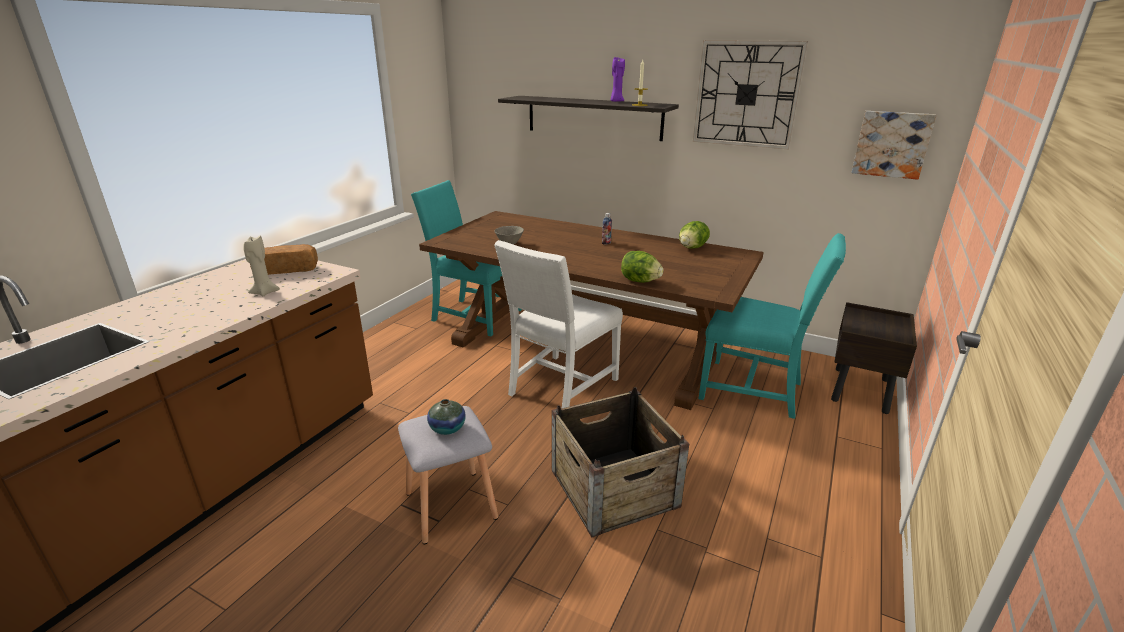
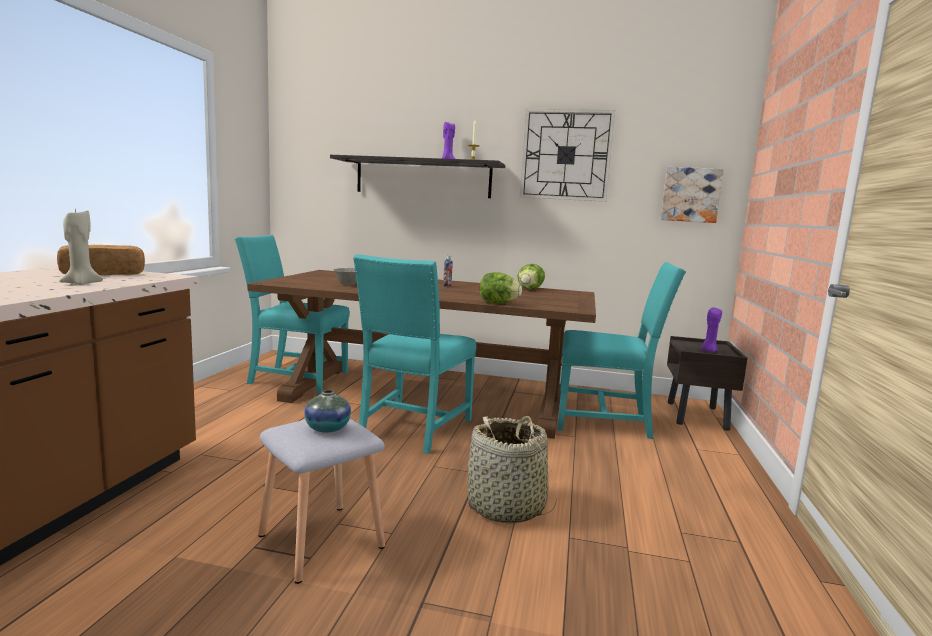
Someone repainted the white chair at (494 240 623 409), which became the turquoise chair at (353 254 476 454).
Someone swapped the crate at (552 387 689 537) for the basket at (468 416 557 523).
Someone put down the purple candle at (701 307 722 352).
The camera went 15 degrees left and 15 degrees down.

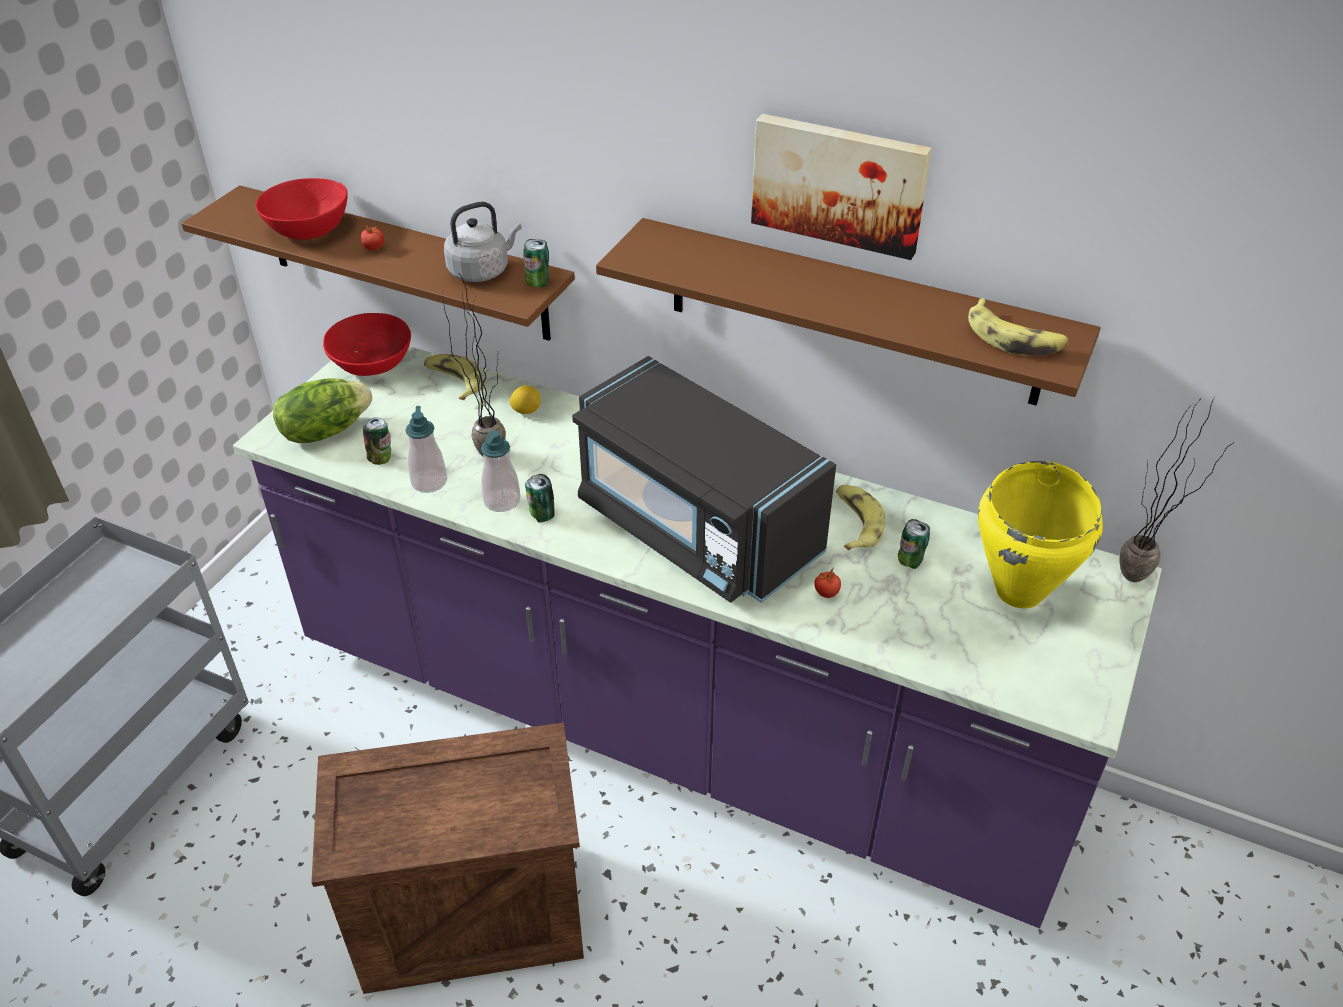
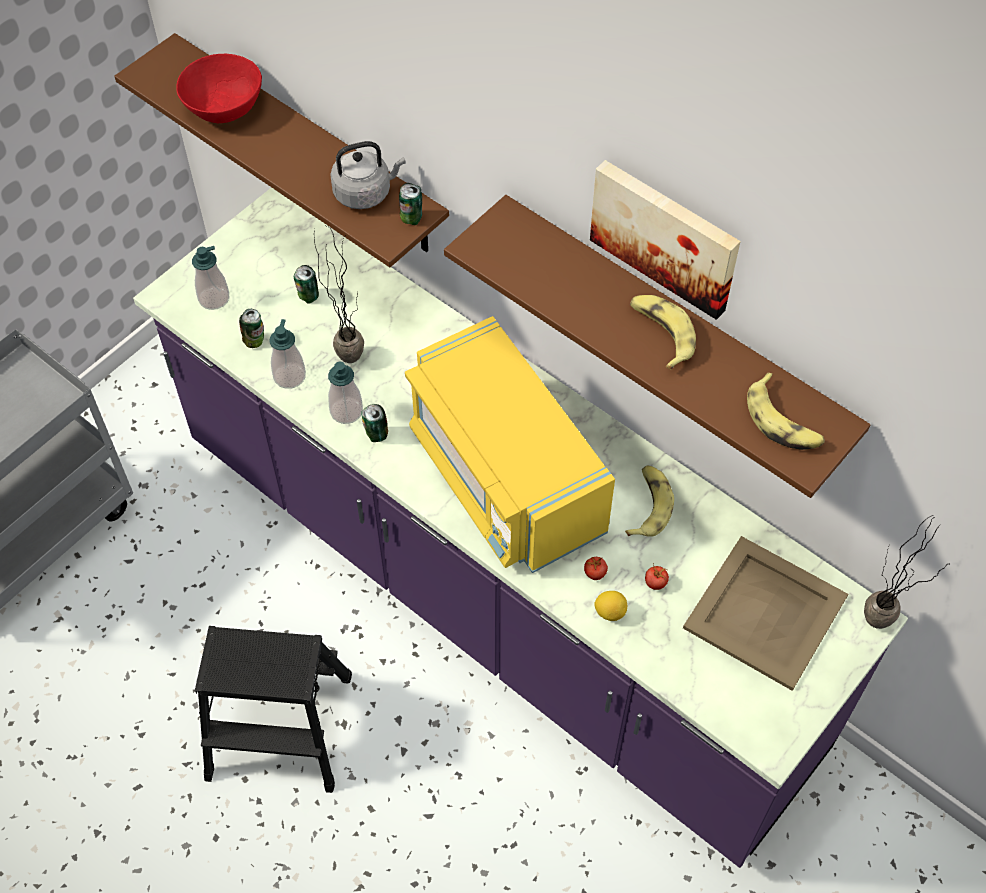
Someone swapped the lettuce at (273 378 373 443) for the soap dispenser at (192 246 229 310).
Someone swapped the crate at (311 723 584 994) for the black step ladder at (195 626 352 793).
Someone carried the can from (898 519 930 569) to (294 265 319 304).
Someone repainted the black microwave at (572 356 836 603), which became the yellow microwave at (405 316 615 573).
Someone carried the lemon from (510 385 540 414) to (594 591 627 621).
Someone carried the banana from (424 354 483 400) to (630 295 696 370).
Someone carried the tomato from (361 223 384 251) to (645 563 669 590).
Someone swapped the yellow cooking pot at (978 461 1103 609) for the beige tray at (683 536 848 691).
Someone took away the red bowl at (323 313 411 376).
The camera went 15 degrees right and 15 degrees up.

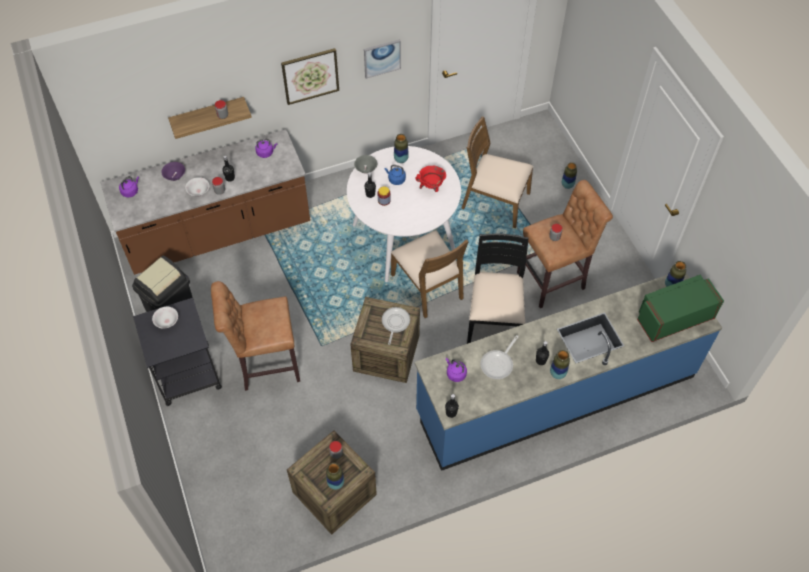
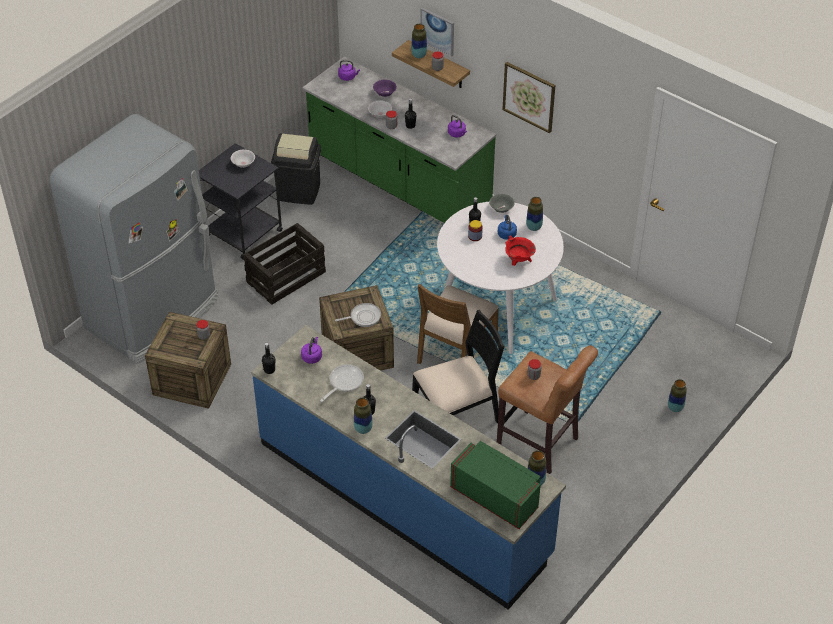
Someone put down the grey fridge at (50 114 218 364).
Someone swapped the brown stool at (211 281 300 391) for the crate at (243 223 326 305).
Someone repainted the brown counter at (100 129 310 275), which became the green counter at (302 57 496 223).
Someone rotated the frying pan at (480 335 519 379) by 120 degrees clockwise.
Someone carried the vase from (326 463 344 490) to (411 24 427 58).
Someone carried the picture from (364 39 401 79) to (420 7 454 57).
Someone took away the brown chair at (461 116 533 228).
The camera went 60 degrees right and 10 degrees down.

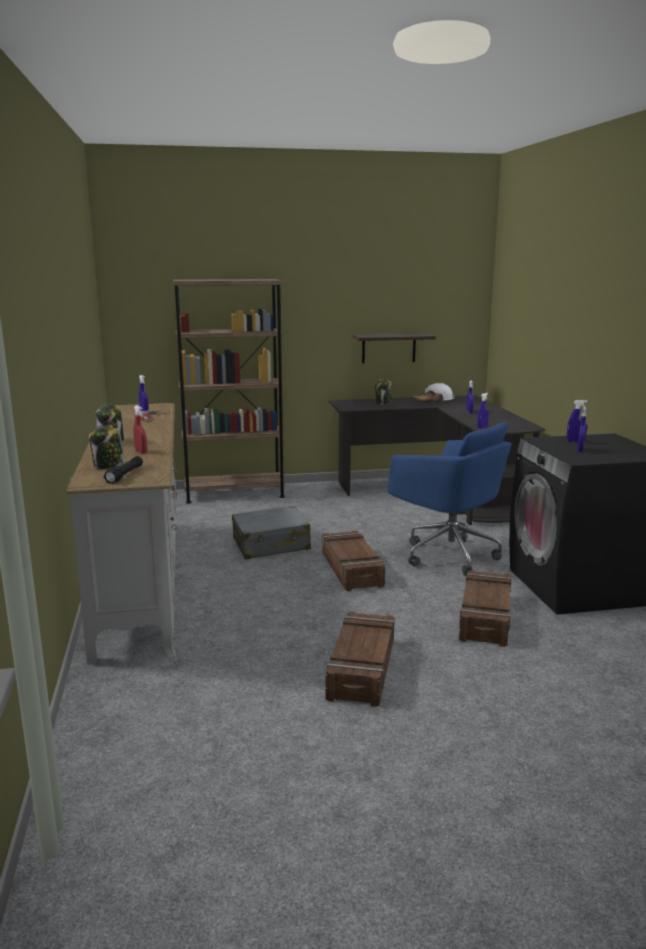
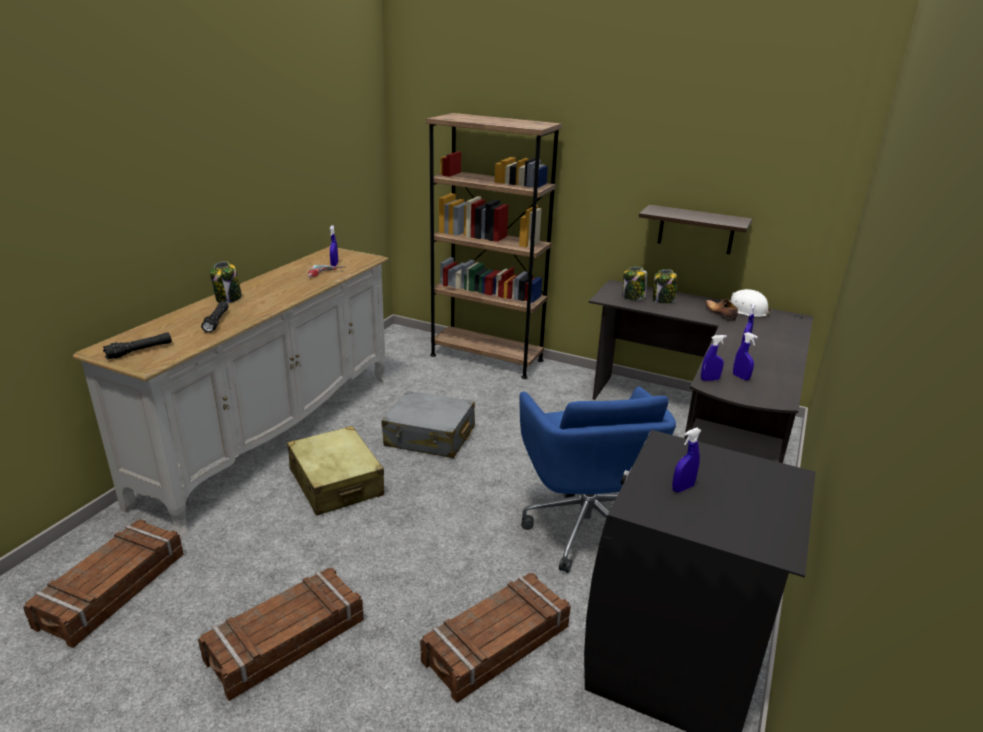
Someone carried the crate from (322 531 385 591) to (23 519 184 648).
Someone swapped the red spray bottle at (133 405 147 453) for the black flashlight at (201 301 228 332).
Someone put down the beige suitcase at (287 426 384 516).
Someone carried the jar from (89 425 125 469) to (623 266 647 300).
Someone carried the blue spray bottle from (567 400 587 442) to (733 332 758 381).
The camera went 35 degrees right and 10 degrees up.

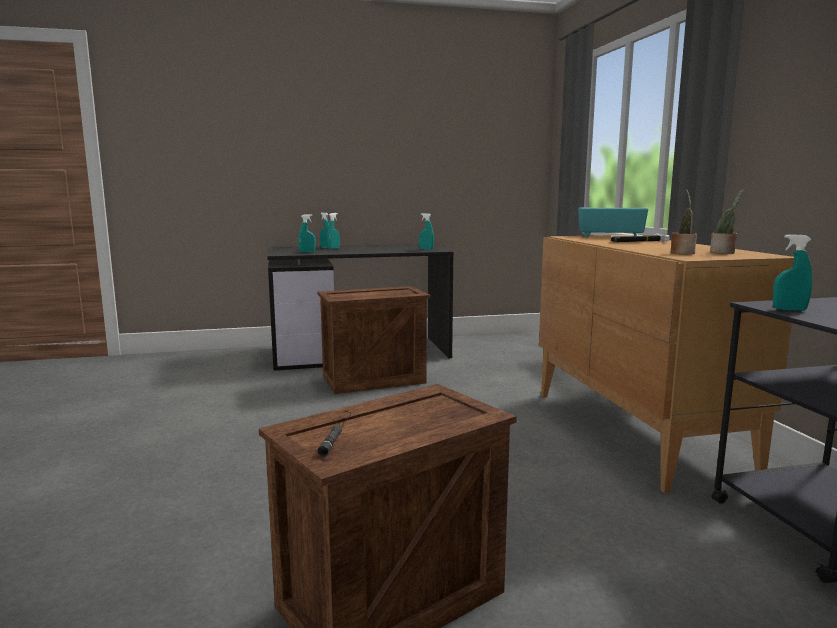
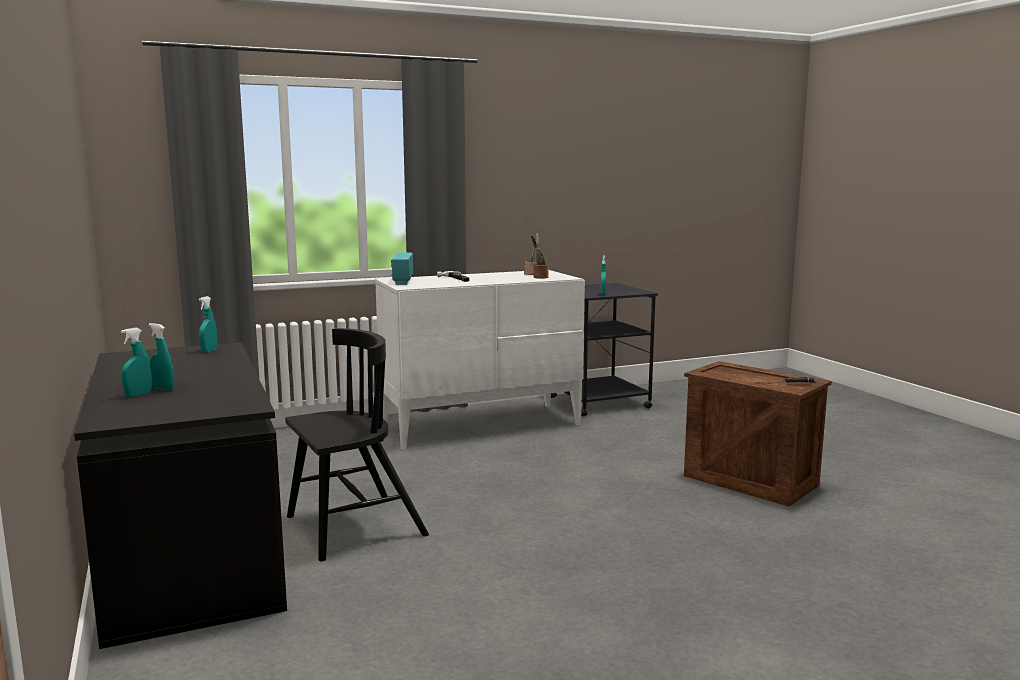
Someone swapped the crate at (318 286 431 394) for the black chair at (285 328 429 561).
Someone repainted the brown cabinet at (539 235 794 494), which became the white cabinet at (375 270 585 450).
Someone took away the turquoise spray bottle at (299 214 316 253).
The camera went 100 degrees left and 0 degrees up.

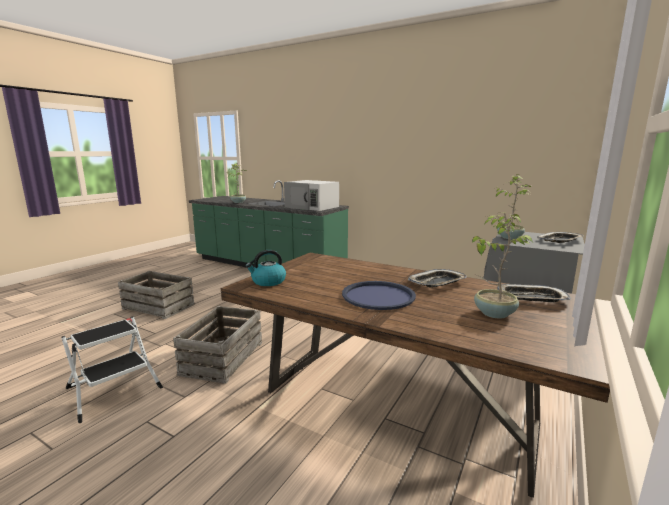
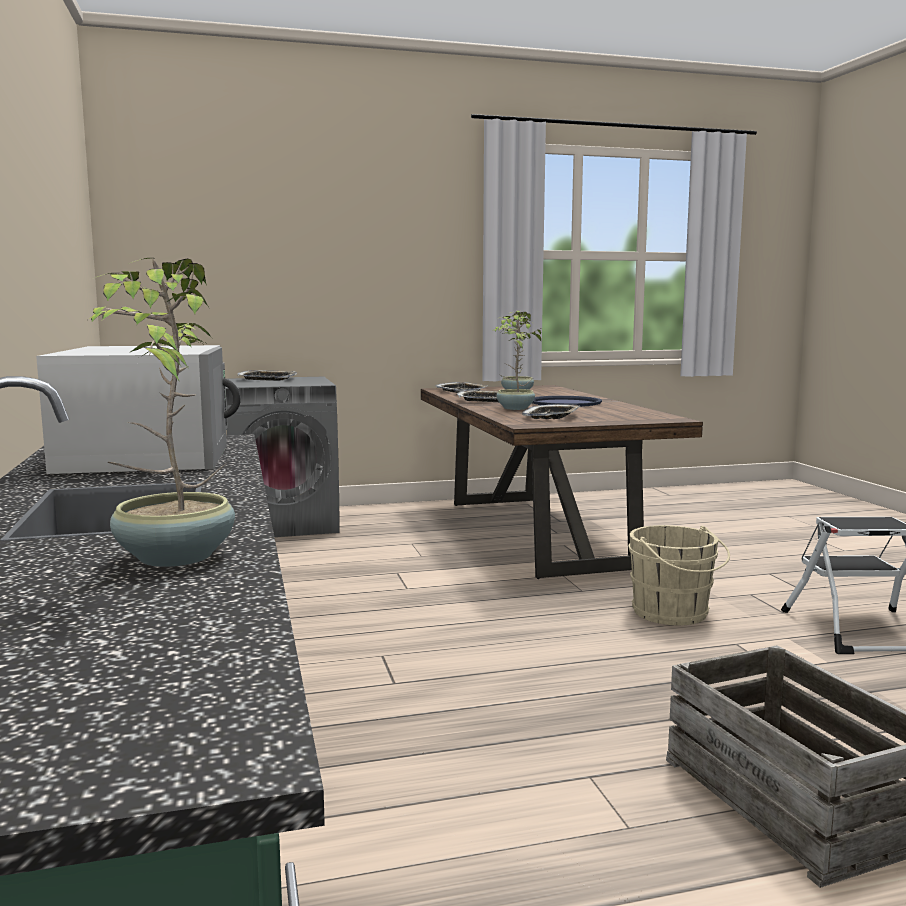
Someone carried the potted plant from (495 174 531 240) to (494 312 535 410).
Someone put down the tray at (522 404 581 419).
Someone swapped the crate at (173 306 262 384) for the beige bucket at (628 525 730 625).
Someone took away the kettle at (245 250 286 286).
The camera went 135 degrees left and 5 degrees down.

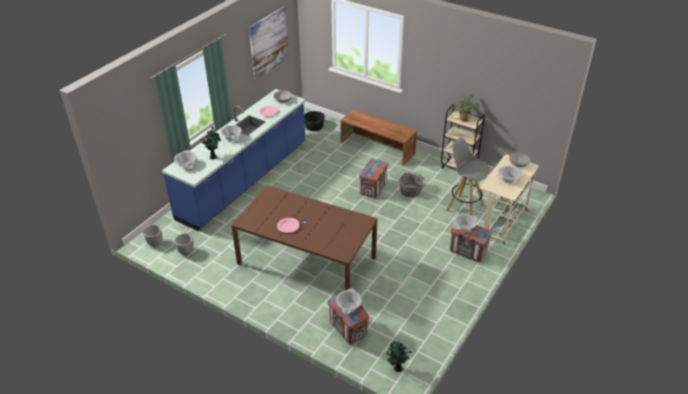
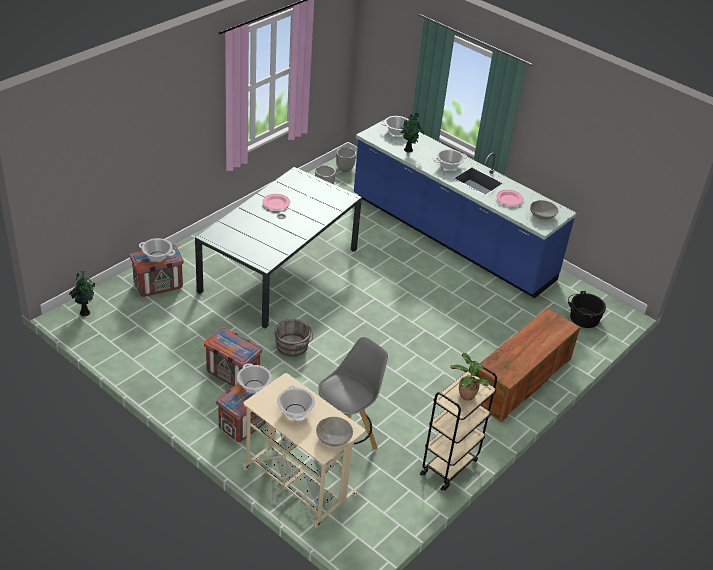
Someone repainted the brown dining table at (231 185 377 291), which became the grey dining table at (195 167 362 328).
Someone carried the crate from (359 158 389 198) to (204 327 262 387).
Someone carried the grey bucket from (399 172 426 197) to (274 319 313 357).
Someone took away the picture at (249 6 289 80).
The camera went 95 degrees right and 0 degrees up.

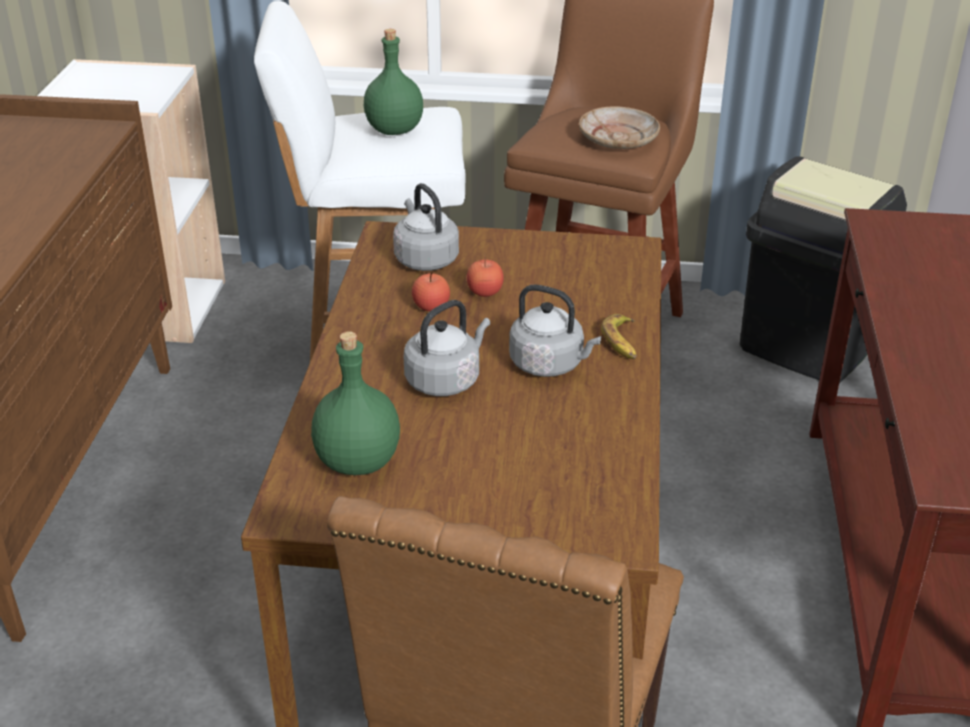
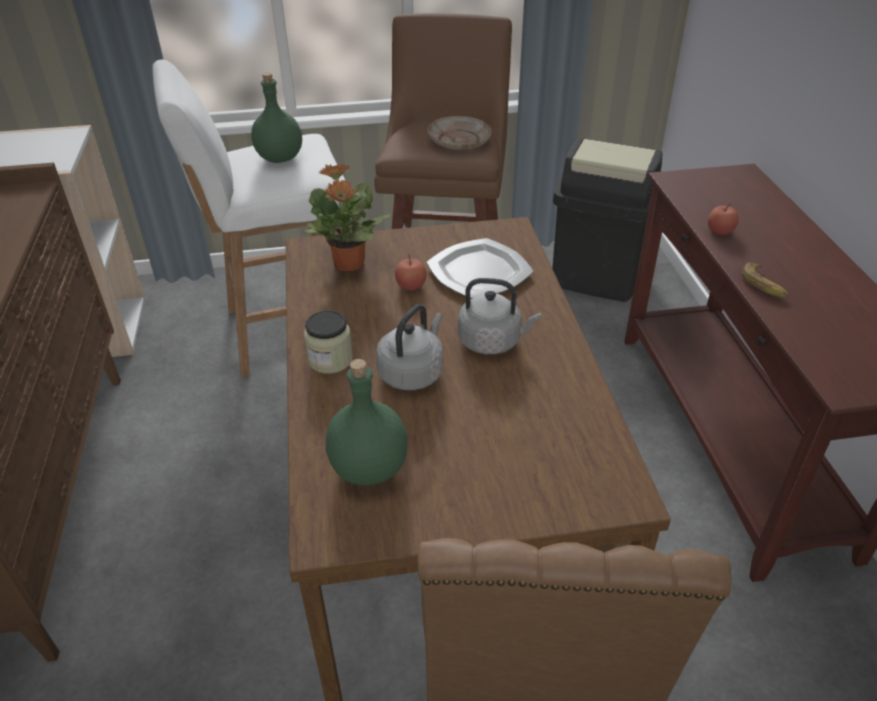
Someone swapped the grey kettle at (393 183 459 271) for the potted plant at (303 164 391 271).
Someone put down the jar at (304 310 353 374).
Someone put down the plate at (427 238 534 299).
Someone carried the apple from (412 272 450 311) to (708 204 739 235).
Someone carried the banana from (601 314 637 359) to (742 263 788 297).
The camera went 15 degrees left and 5 degrees up.

